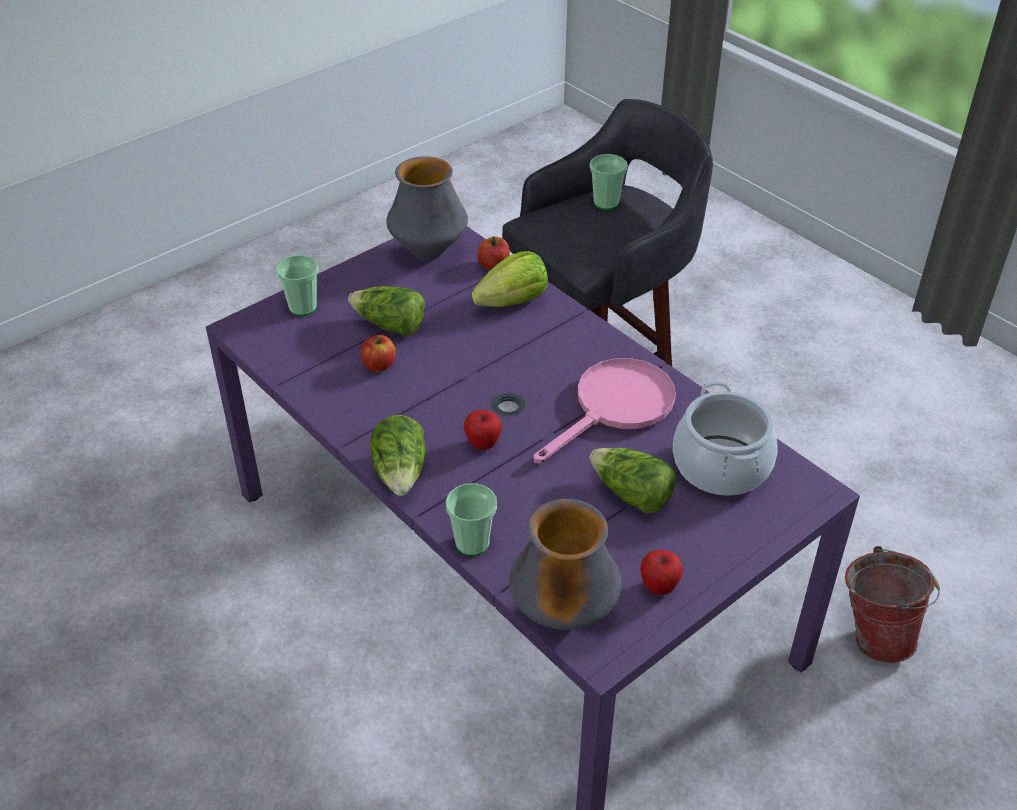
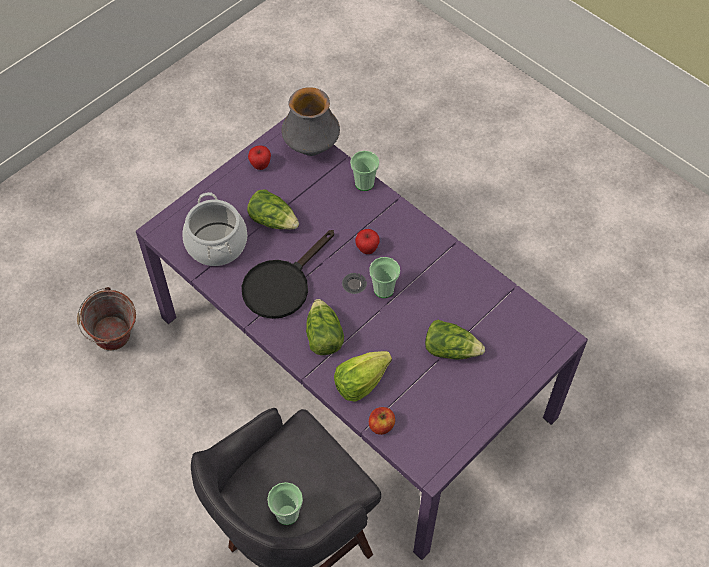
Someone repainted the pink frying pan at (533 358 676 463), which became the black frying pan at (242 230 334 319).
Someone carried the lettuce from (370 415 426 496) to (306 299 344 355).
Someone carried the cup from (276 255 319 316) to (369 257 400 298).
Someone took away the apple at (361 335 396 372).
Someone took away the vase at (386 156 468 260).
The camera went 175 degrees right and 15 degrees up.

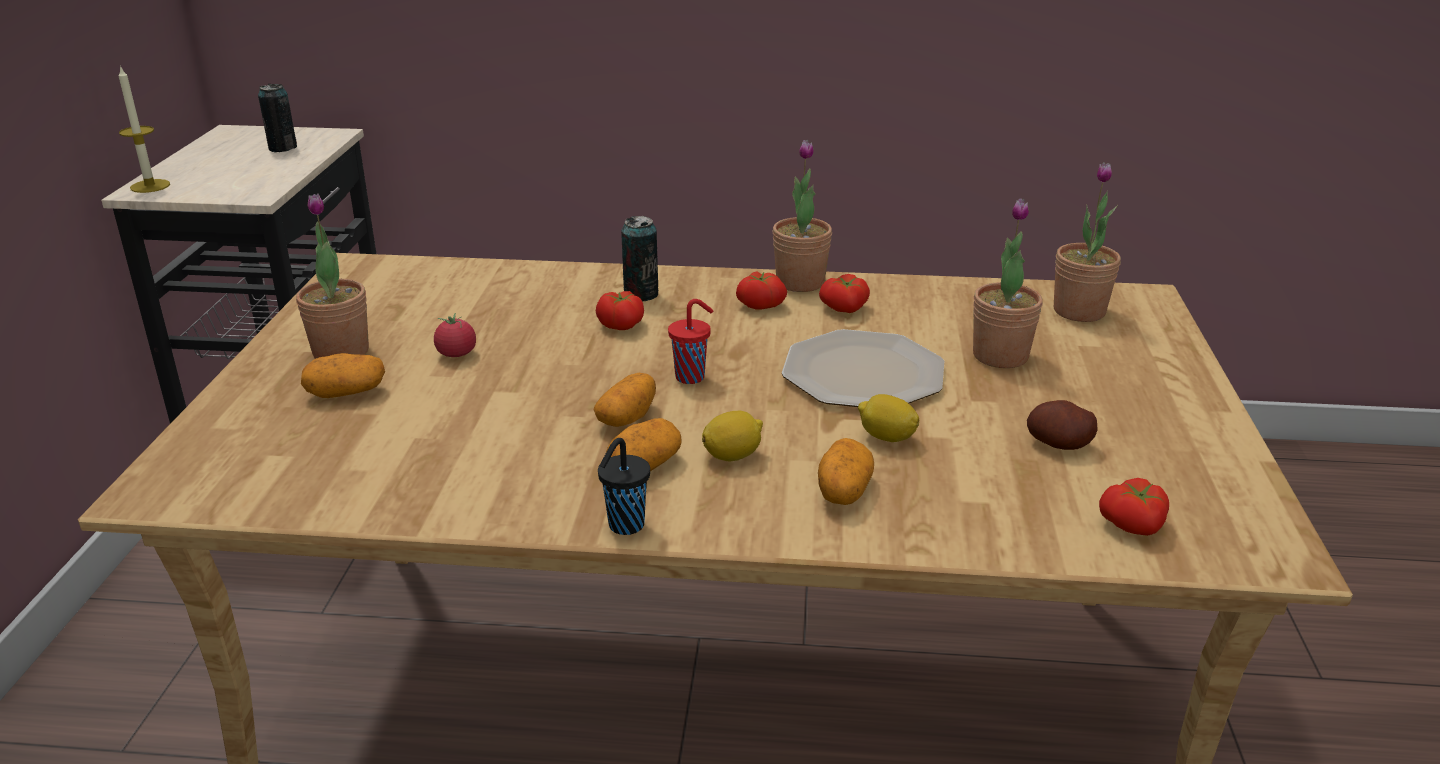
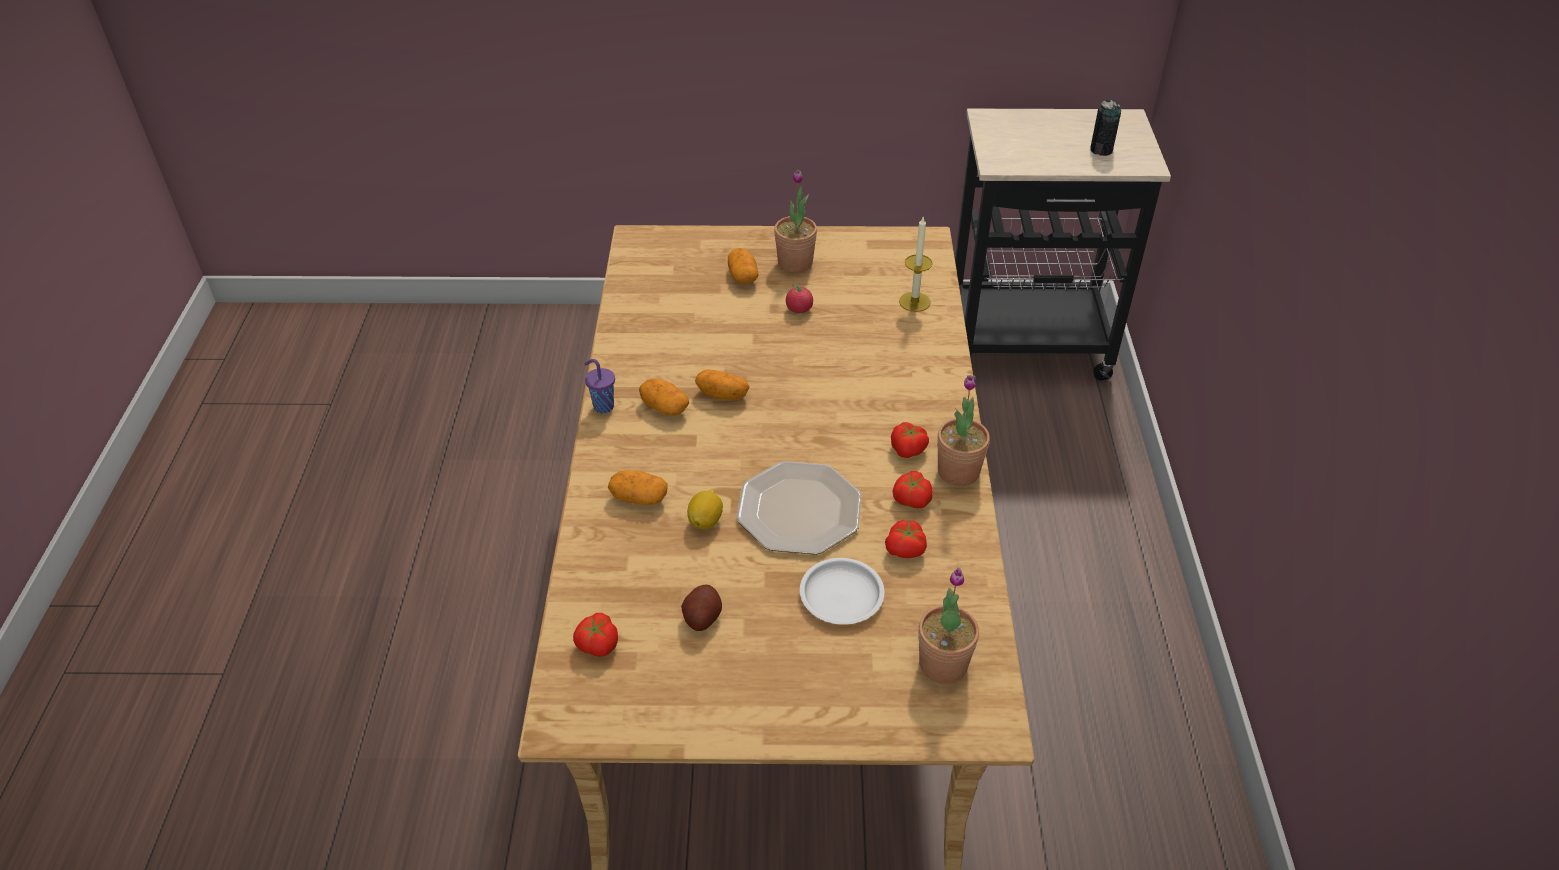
Someone repainted the black cup at (598 438 650 535), which became the purple cup at (585 359 615 413).
Someone swapped the potted plant at (973 198 1043 368) for the white plate at (800 558 884 625).
Someone carried the tomato from (596 291 644 330) to (885 520 927 558).
Someone carried the candle from (118 65 170 193) to (899 217 932 312).
Someone took away the can at (621 216 658 302).
Someone took away the red cup at (668 299 713 384).
Someone took away the lemon at (702 411 763 461).
The camera went 85 degrees right and 15 degrees up.

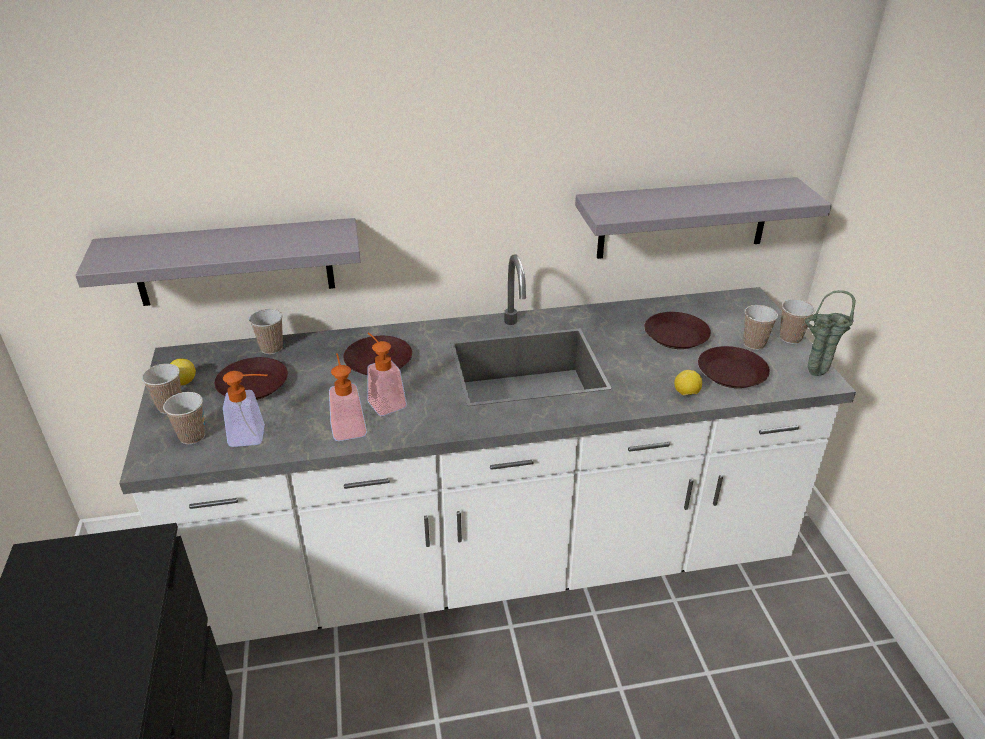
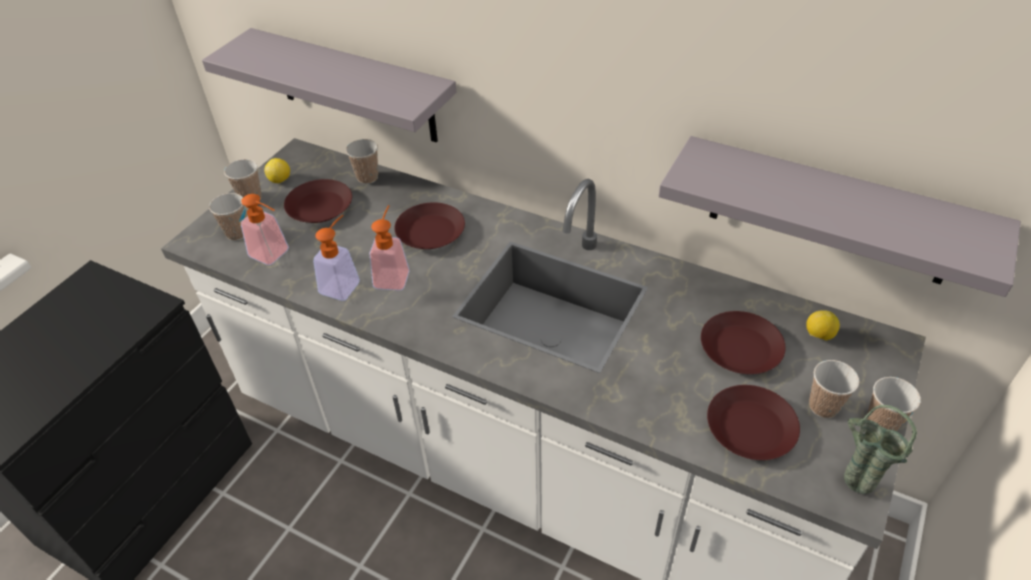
Someone carried the lemon from (674 370 702 395) to (806 310 840 341).
The camera went 40 degrees right and 10 degrees up.

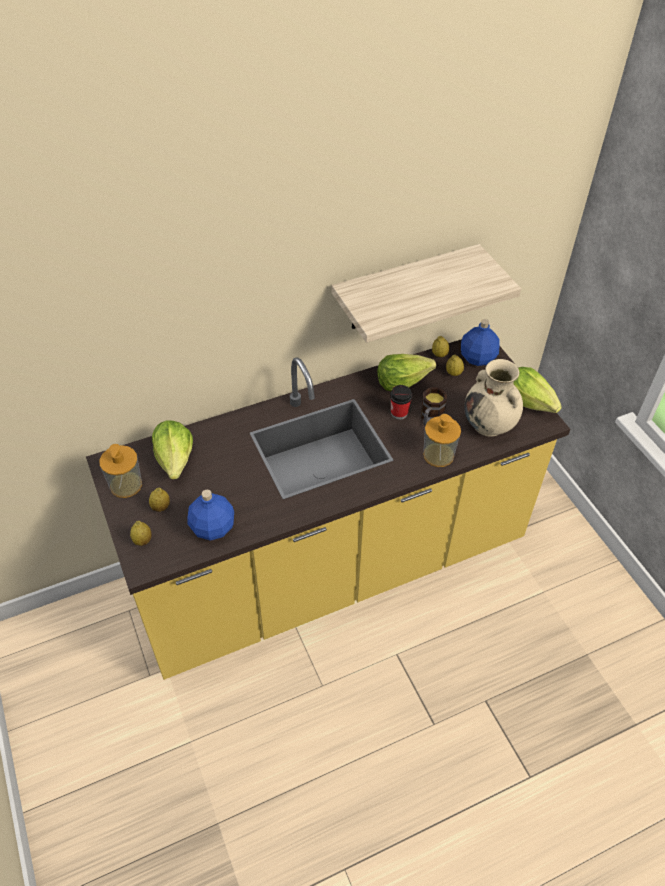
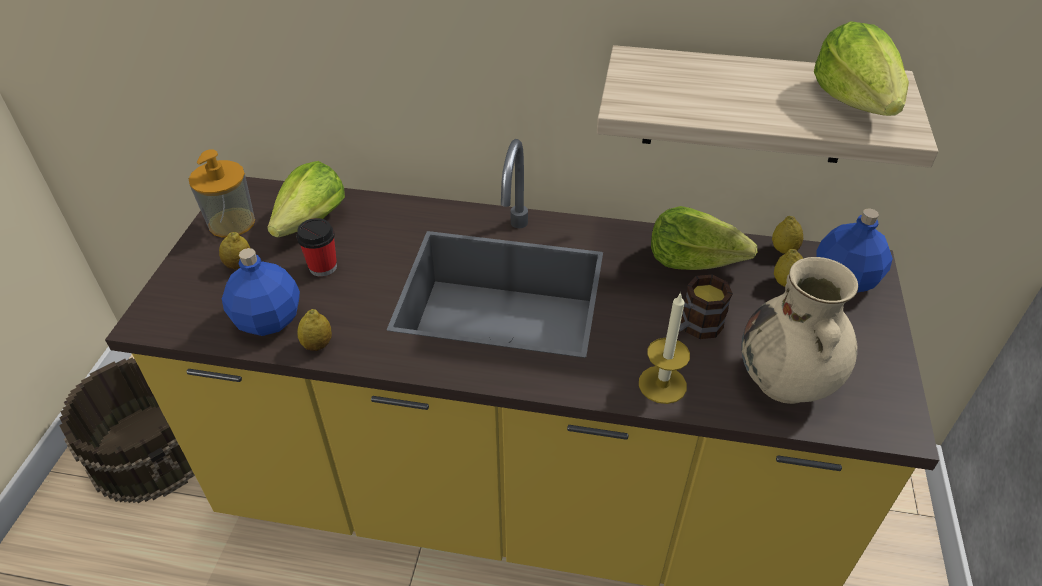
Someone put down the brown bucket at (59 357 195 503).
Someone carried the cup from (390 385 412 420) to (297 218 337 277).
Someone carried the lemon from (130 521 152 546) to (297 309 332 351).
Someone swapped the soap dispenser at (423 414 461 467) for the candle at (639 292 690 404).
Someone carried the lettuce from (513 367 562 413) to (814 21 909 116).
The camera went 35 degrees right and 5 degrees down.

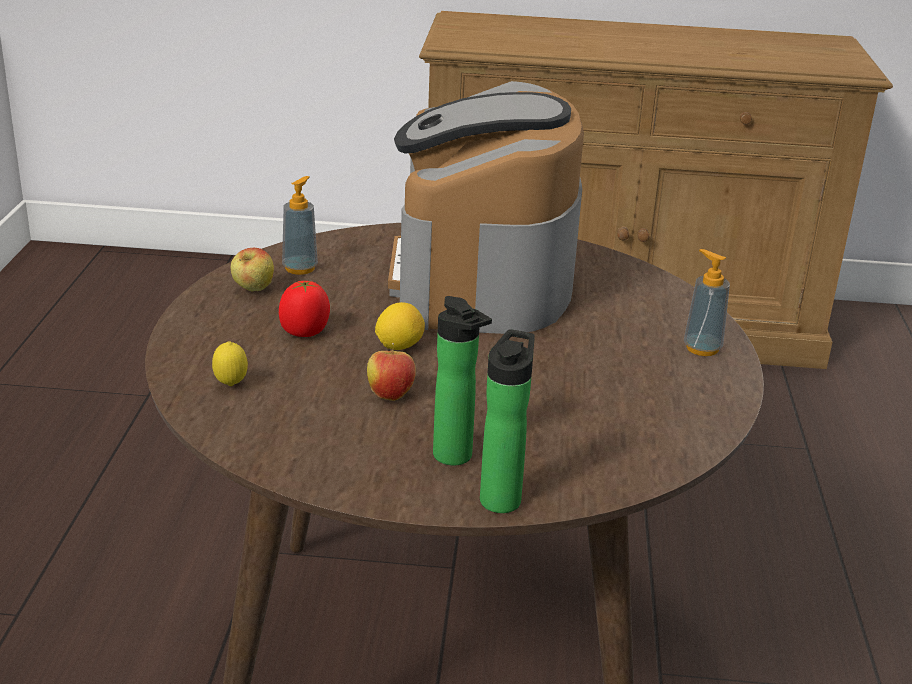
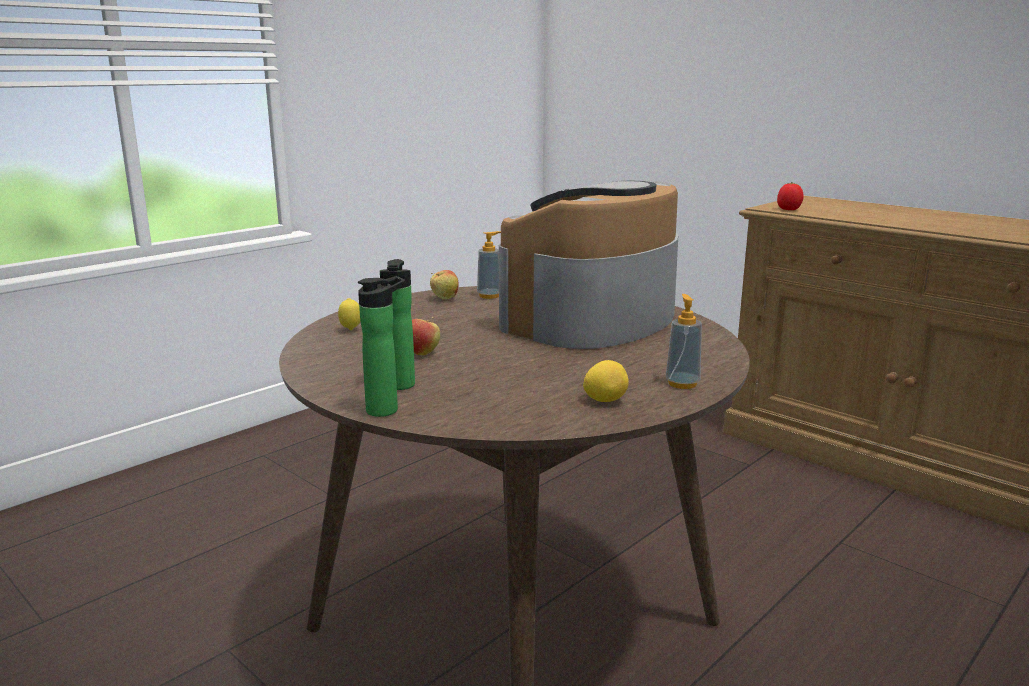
Someone carried the lemon from (375 302 425 350) to (583 360 629 402).
Someone carried the tomato from (279 281 330 337) to (777 182 804 210).
The camera went 40 degrees right and 10 degrees down.

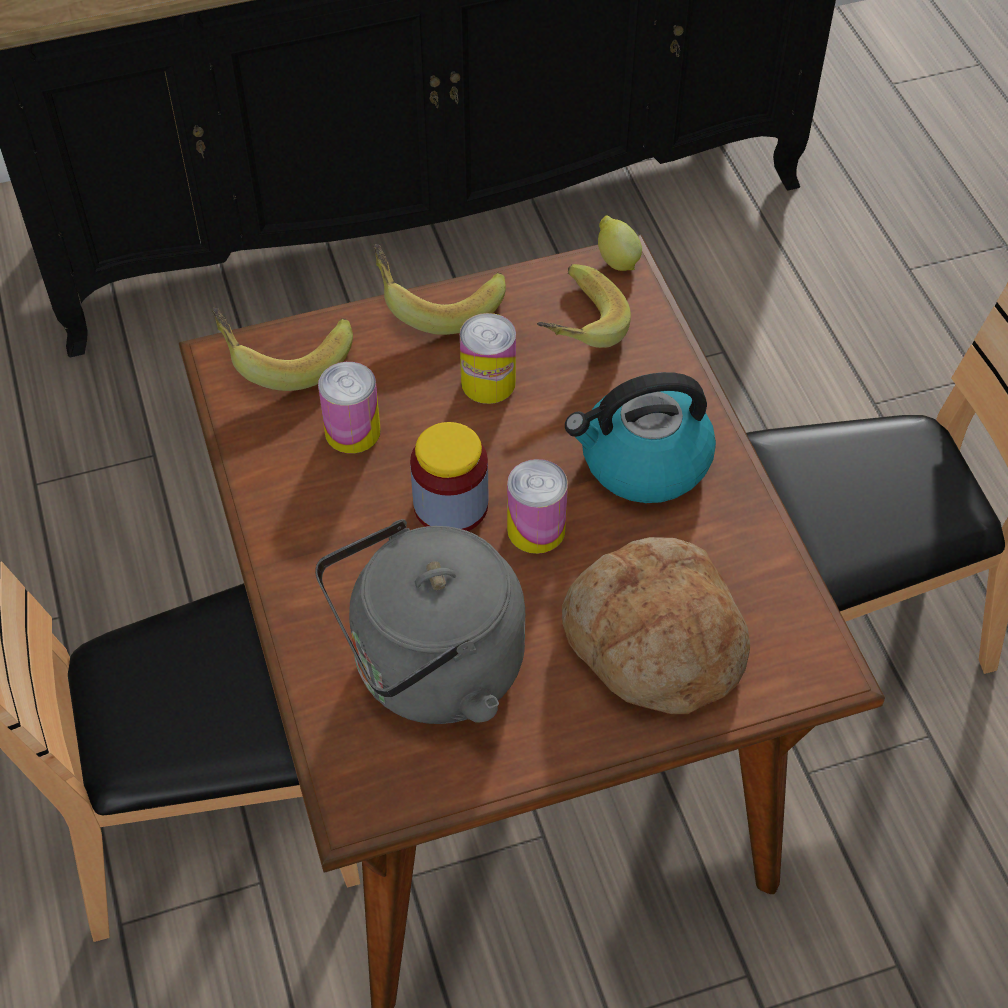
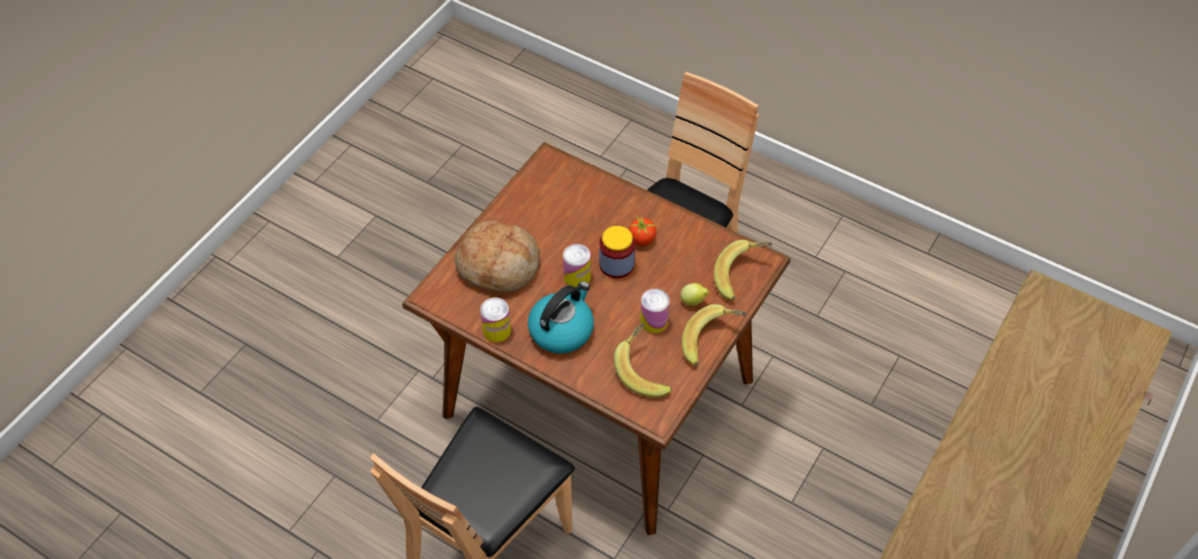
Someone carried the can from (318 362 381 454) to (480 297 511 342).
Someone put down the tomato at (628 215 657 246).
Someone carried the lemon from (598 216 642 271) to (680 283 709 306).
Someone took away the grey kettle at (315 519 525 724).
The camera went 140 degrees right and 0 degrees up.

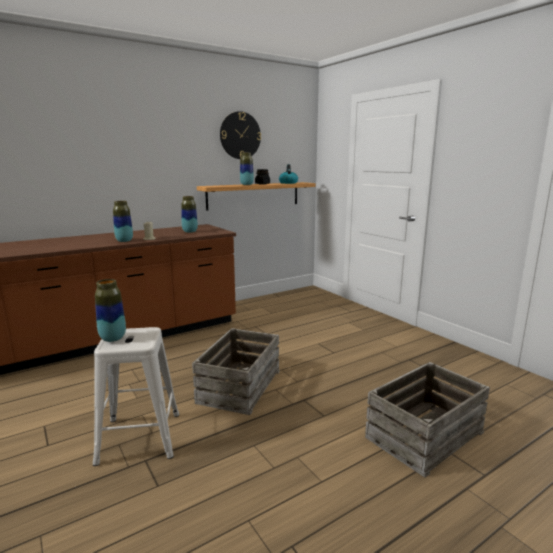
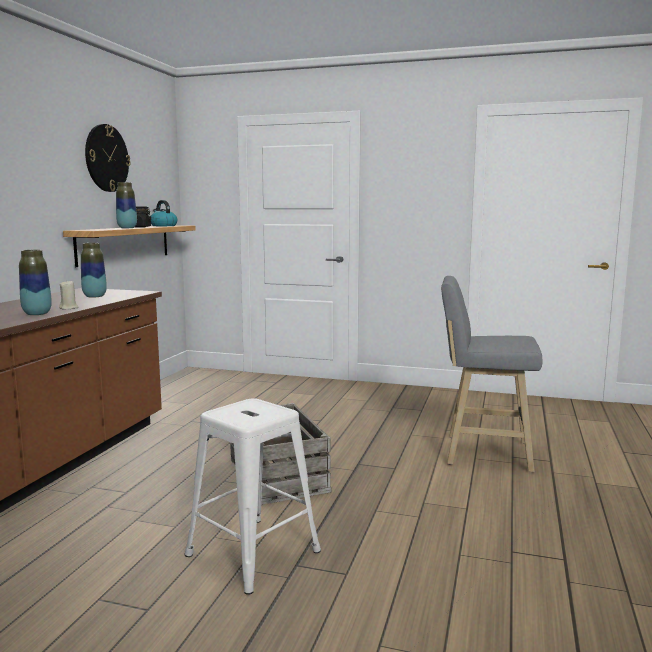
Someone swapped the crate at (365 362 490 478) for the grey stool at (441 276 543 472).
Someone took away the vase at (95 279 126 342).
The camera went 40 degrees left and 5 degrees down.

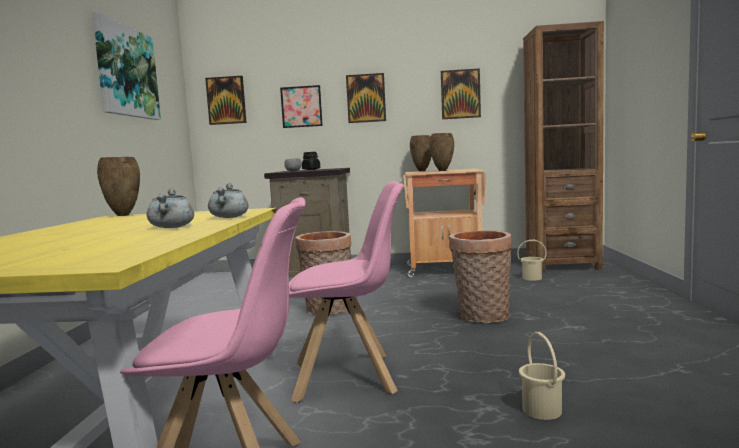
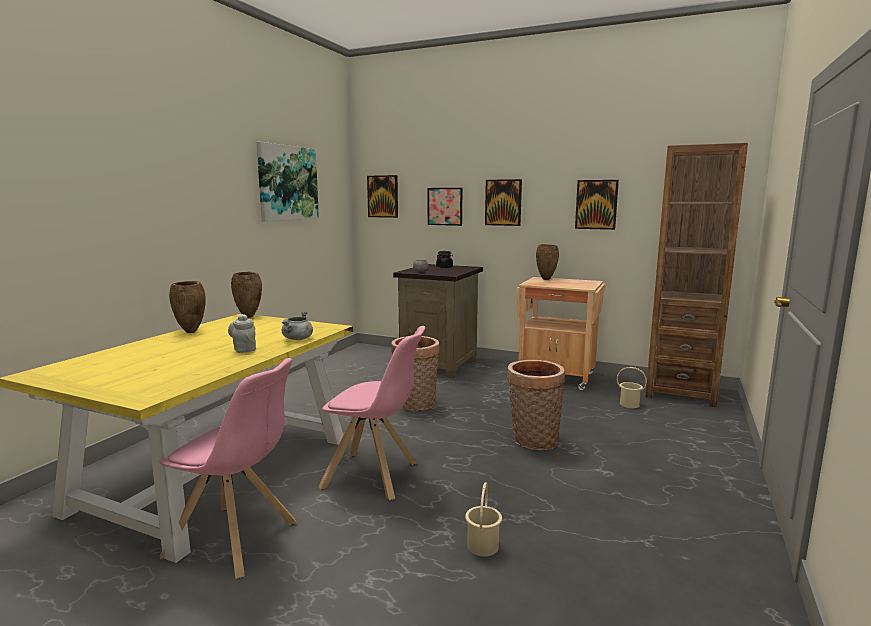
Someone carried the brown vase from (430 133 454 171) to (169 281 206 333).
Someone swapped the grey cooking pot at (147 188 194 228) for the grey teapot at (228 314 256 353).
The camera went 20 degrees right and 5 degrees up.

